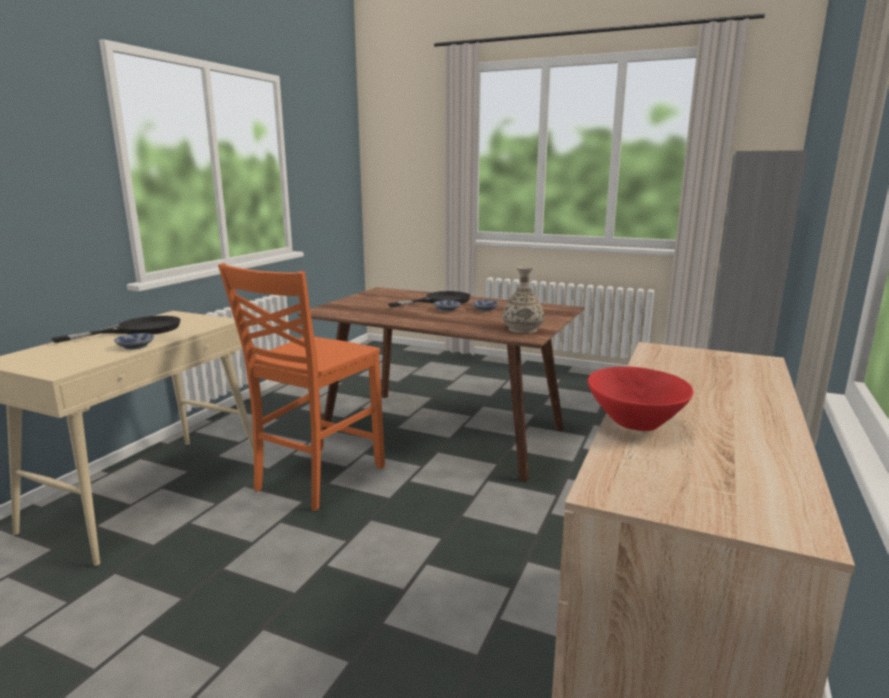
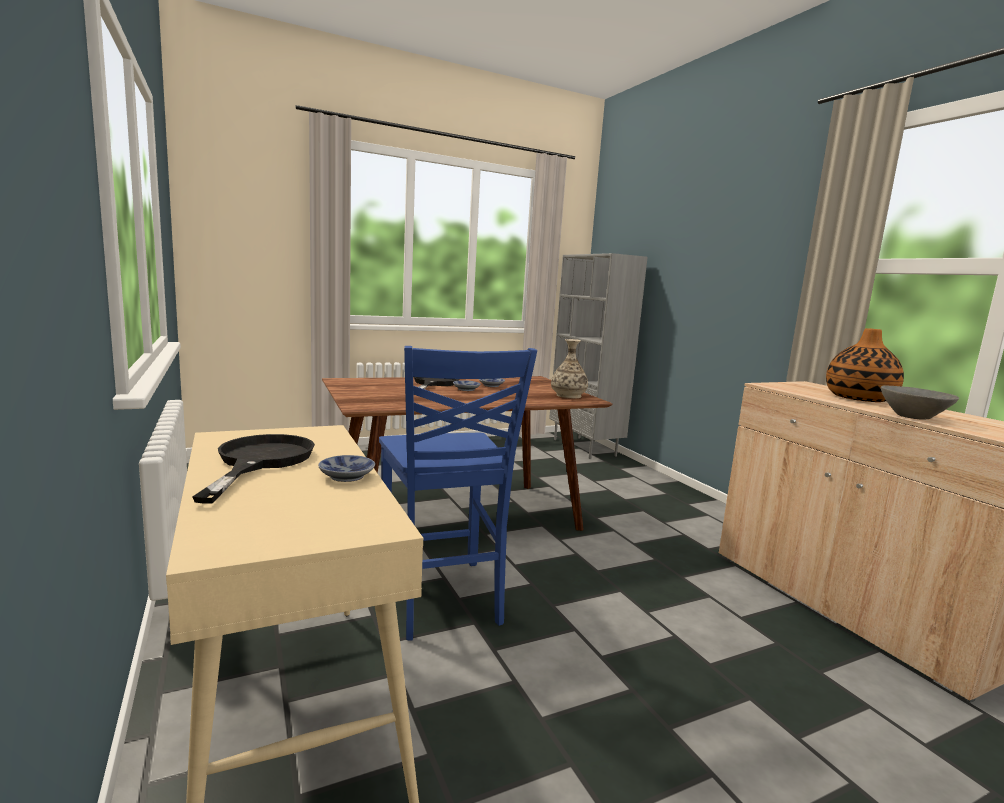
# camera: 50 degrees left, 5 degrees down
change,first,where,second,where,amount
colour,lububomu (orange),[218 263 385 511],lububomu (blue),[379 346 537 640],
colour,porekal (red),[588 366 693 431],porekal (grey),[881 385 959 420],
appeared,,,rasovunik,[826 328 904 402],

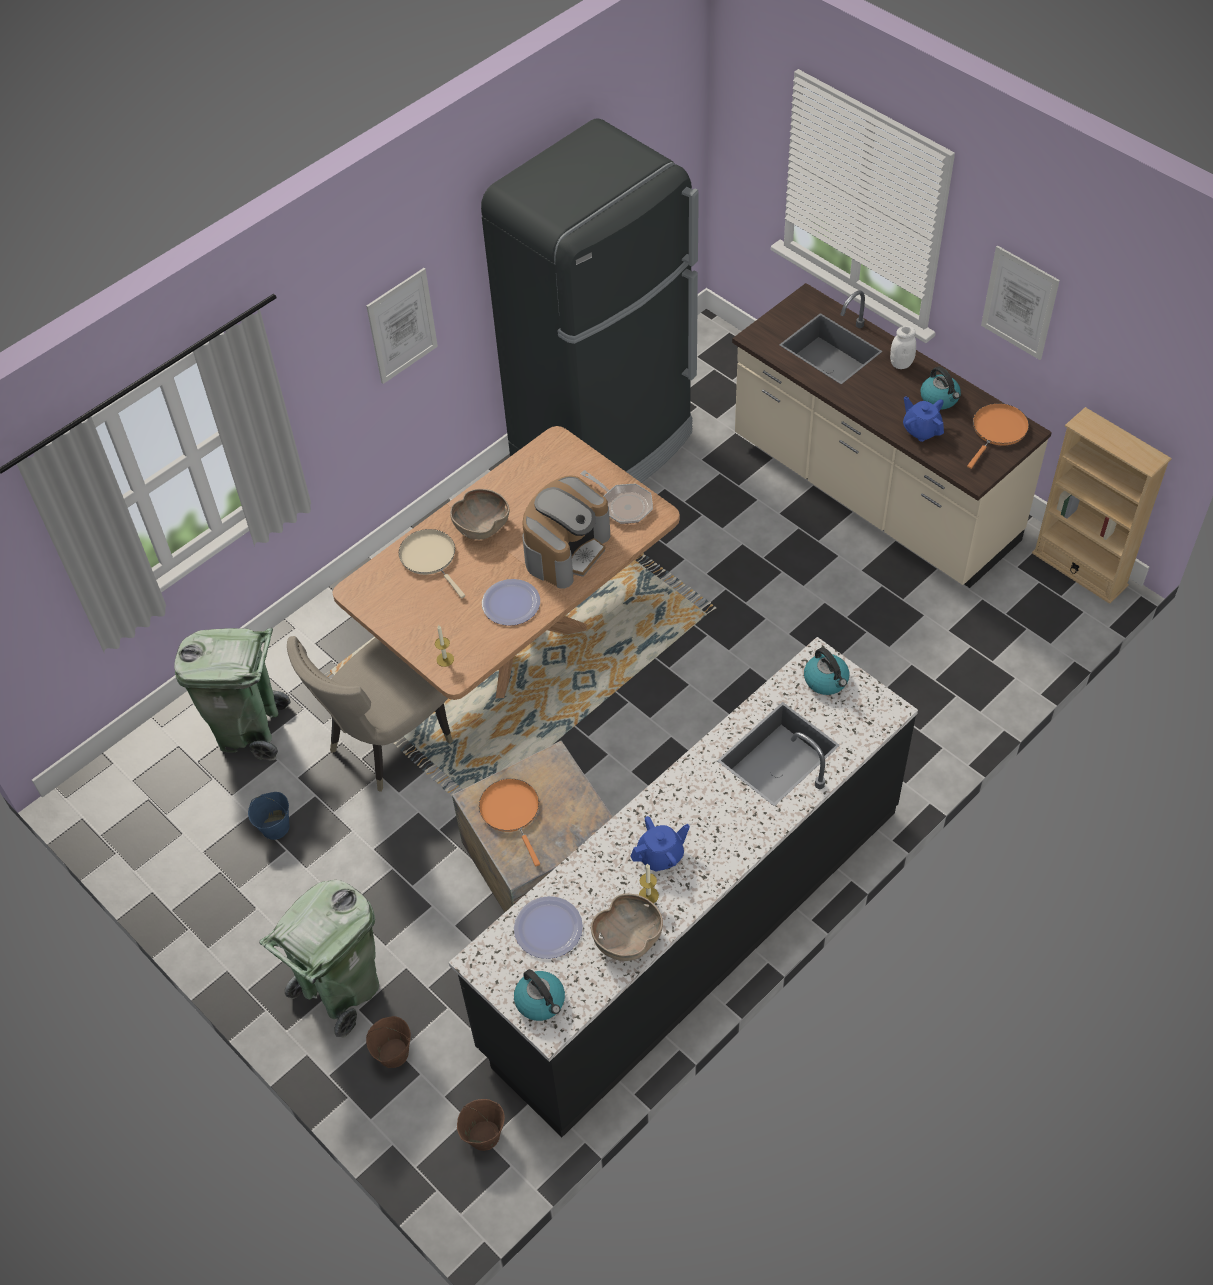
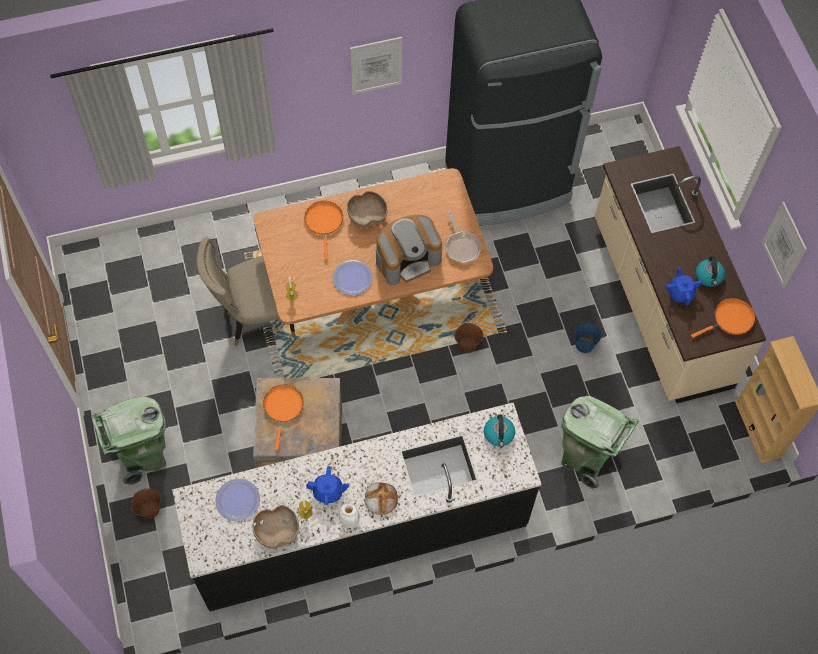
# camera: 25 degrees right, 10 degrees up
change,first,where,second,where,amount
relocated,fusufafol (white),[890 326 916 369],,[339 504 360 528],
colour,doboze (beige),[399 529 465 598],doboze (orange),[304 201 343 260],
relocated,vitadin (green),[174 628 291 761],,[561 396 639 489],
relocated,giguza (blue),[248 792 290 840],,[574 323 601 353],
missing,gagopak,[514 969 565 1021],,,
relocated,giguza (brown),[457 1099 505 1151],,[454 323 483 353],
appeared,,,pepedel,[365 482 398 515],

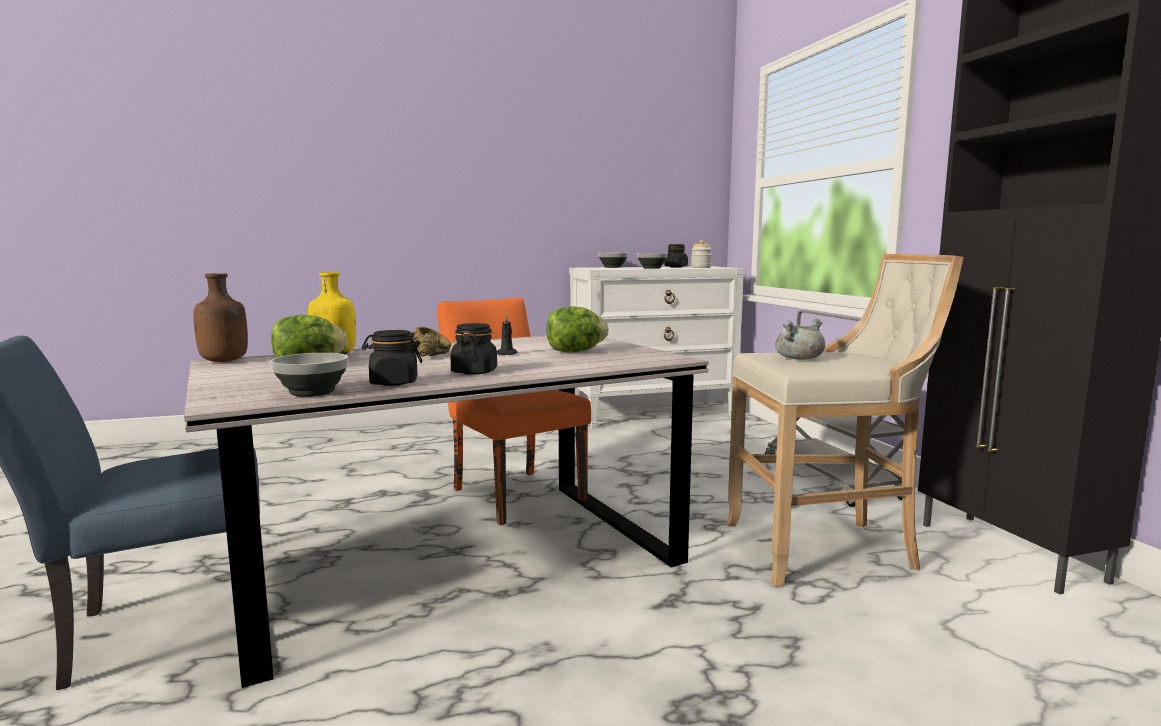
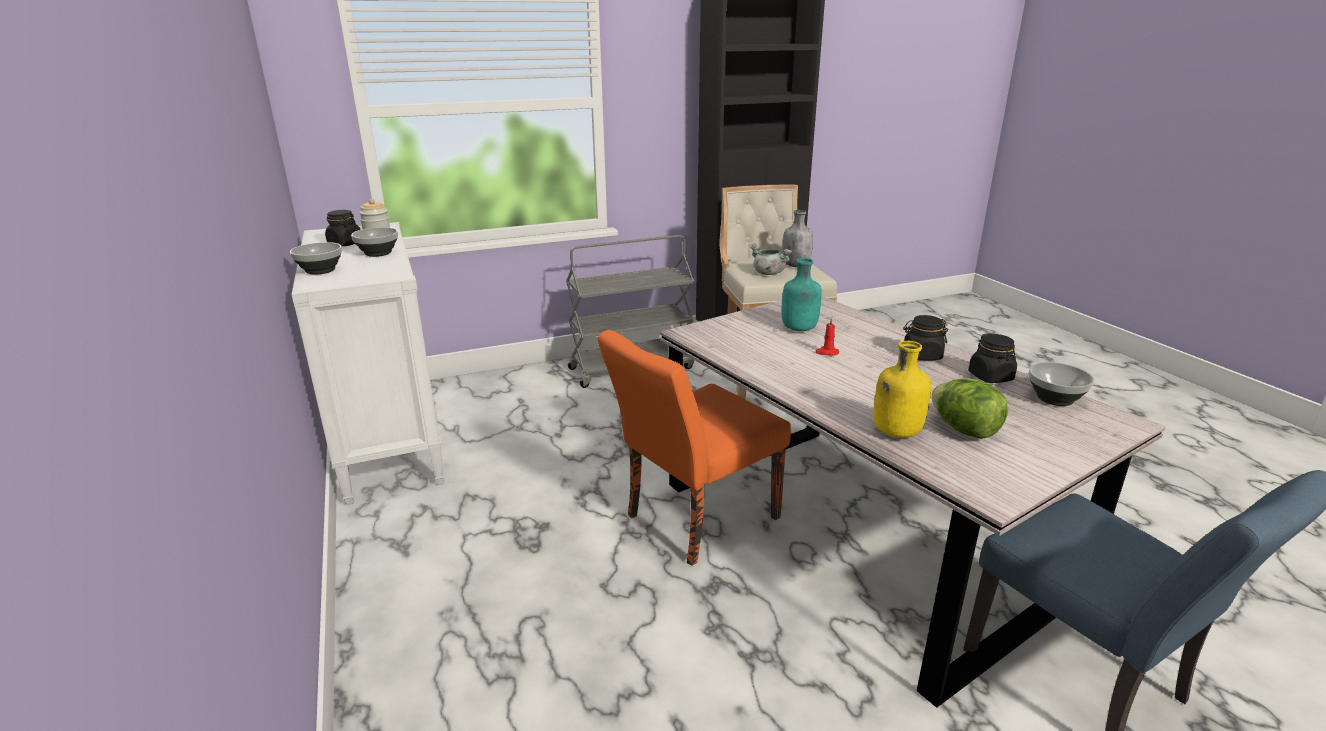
# camera: 95 degrees left, 15 degrees up
change,first,where,second,where,amount
missing,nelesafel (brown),[193 273 248 362],,,
exchanged,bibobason,[546 306 609 352],nelesafel (turquoise),[782 258 822 331],
colour,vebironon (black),[497 314 517 355],vebironon (red),[815 317 839 356],
missing,porekal (brown),[413 327 452 357],,,
appeared,,,nelesafel (grey),[782 210 813 267],

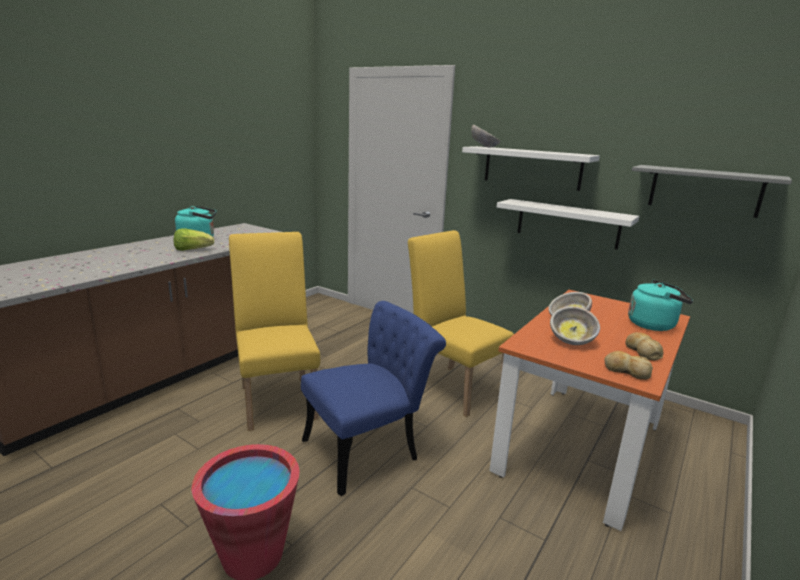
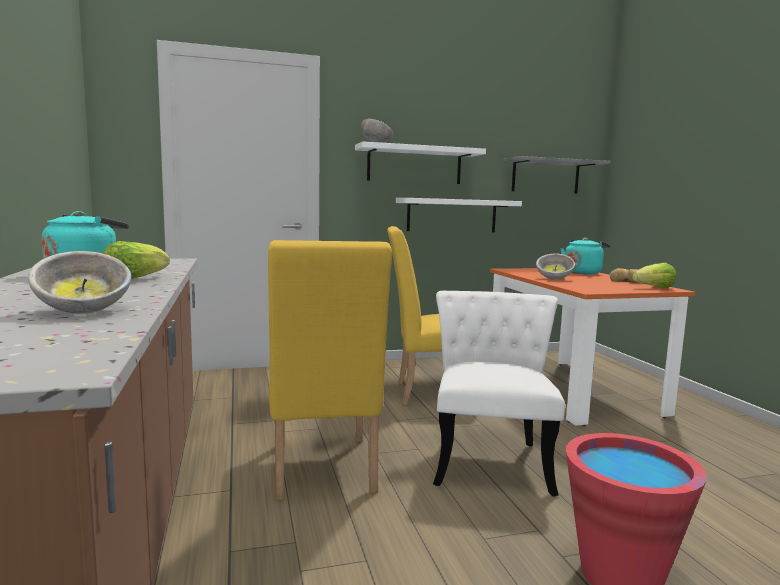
# camera: 50 degrees left, 10 degrees down
change,first,where,second,where,amount
spun,lububomu (yellow),[229 232 320 431],,[268 240 392 500],120 degrees counterclockwise
colour,lububomu (blue),[301 301 446 496],lububomu (white),[433 291 565 496],
relocated,porekal,[550 306 600 345],,[28 251 131 314],
exchanged,pepedel,[605 351 653 380],bibobason,[632 263 676 288],

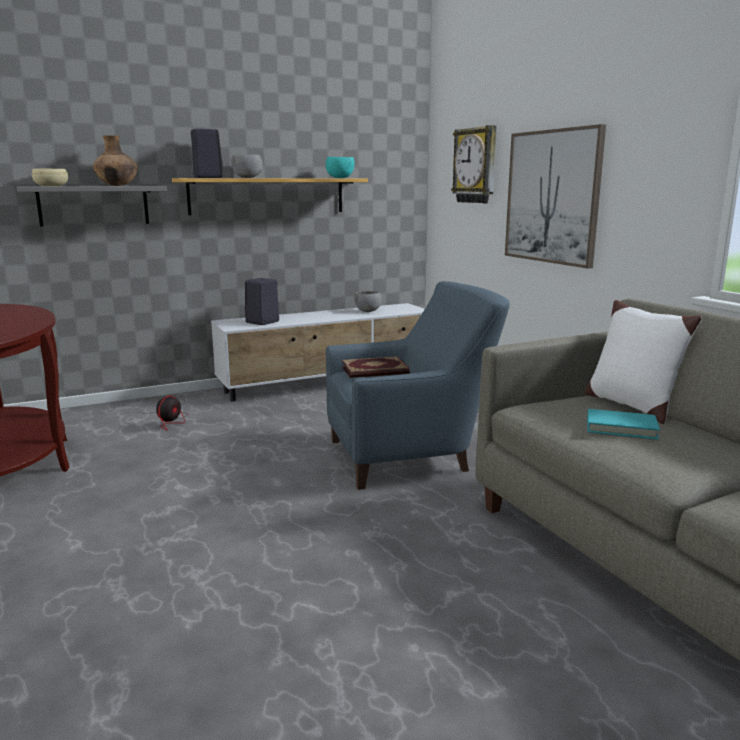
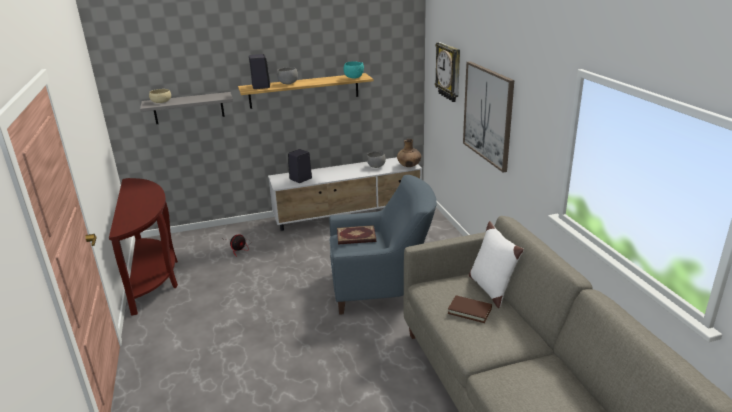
# camera: 10 degrees right, 10 degrees up
change,first,where,second,where,amount
relocated,rasovunik (brown),[93 135 138 186],,[397 139 421 167],
colour,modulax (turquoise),[587 409 660 440],modulax (brown),[448 295 492 323],

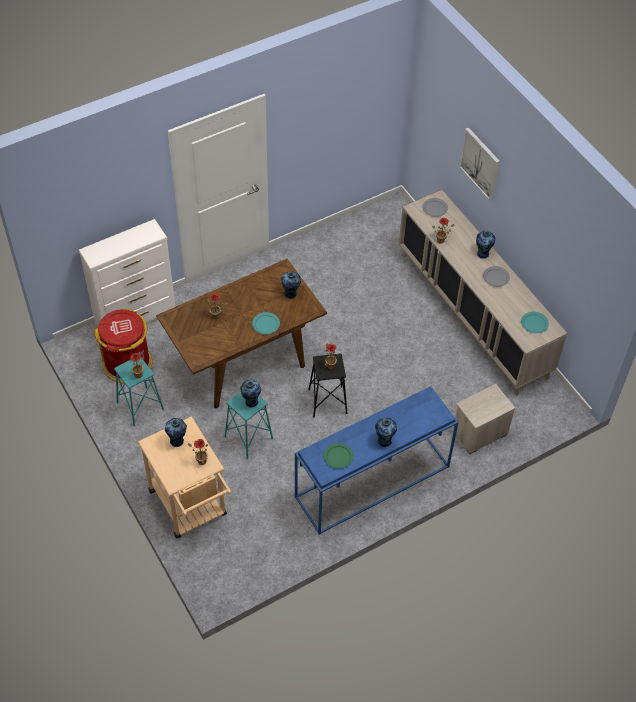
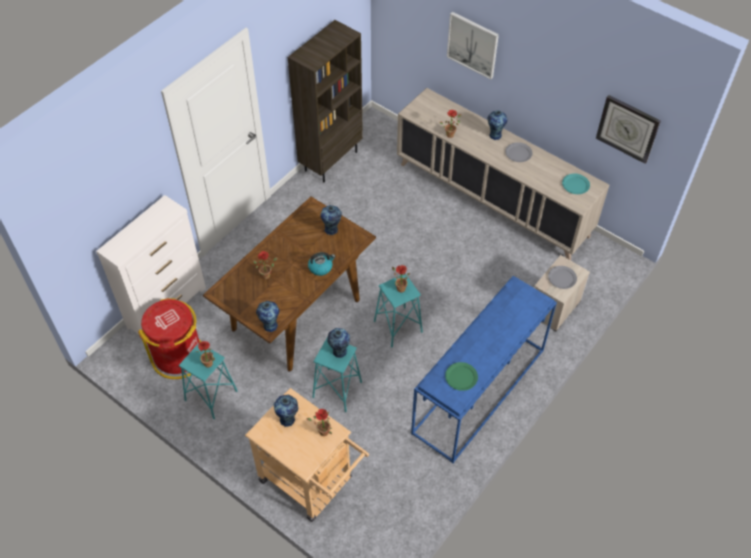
# camera: 20 degrees left, 0 degrees up
change,first,where,second,where,amount
relocated,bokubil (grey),[423 198 448 217],,[548 266 577 289],
exchanged,bokubil (turquoise),[252 312 280 334],gagopak,[308 252 335 276],
colour,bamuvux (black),[308 353 347 418],bamuvux (turquoise),[374 273 423 347],
relocated,rasovunik,[375 418 397 447],,[256 301 279 332],
appeared,,,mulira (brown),[288 20 363 182],
appeared,,,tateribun,[596 95 661 164],

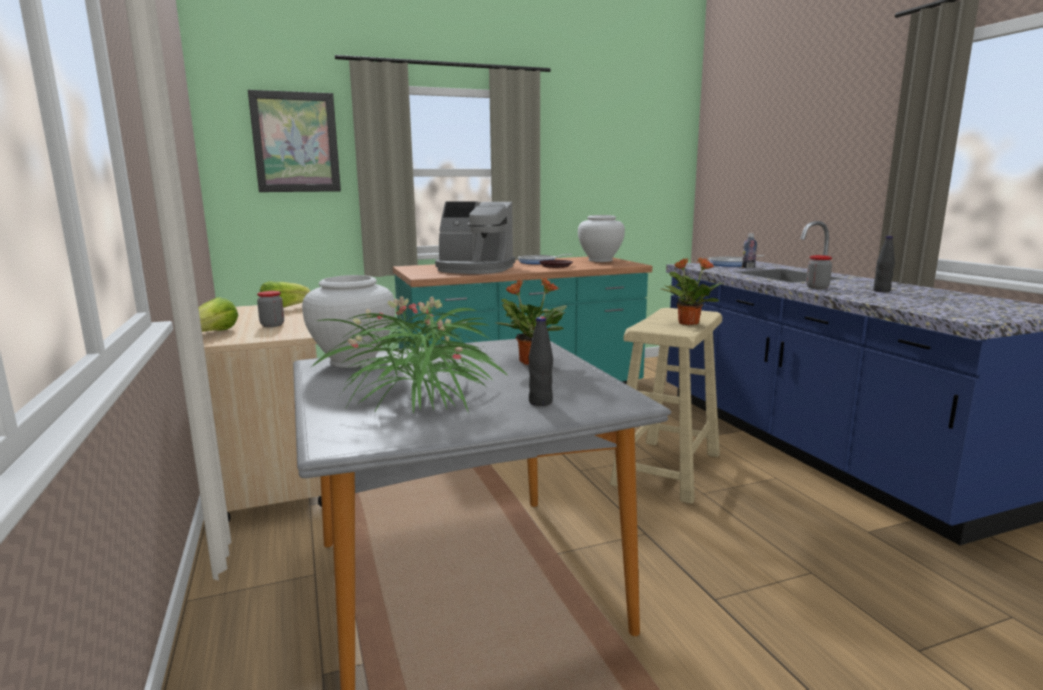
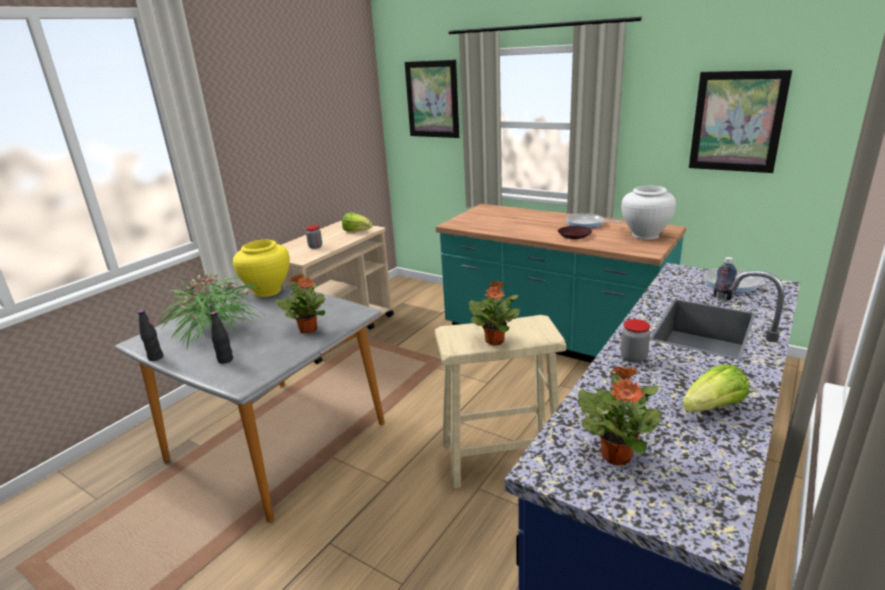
# camera: 55 degrees right, 10 degrees up
change,first,where,second,where,amount
missing,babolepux,[435 201 515 274],,,
relocated,nelesafel (black),[873 236 895 292],,[138 310 163 361],
colour,rasovunik (white),[302 275 395 368],rasovunik (yellow),[233 240 290 297],
relocated,bibobason,[199 297 238 332],,[682 365 749 413],
appeared,,,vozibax,[689 70 792 173],
appeared,,,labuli,[578 366 662 465],

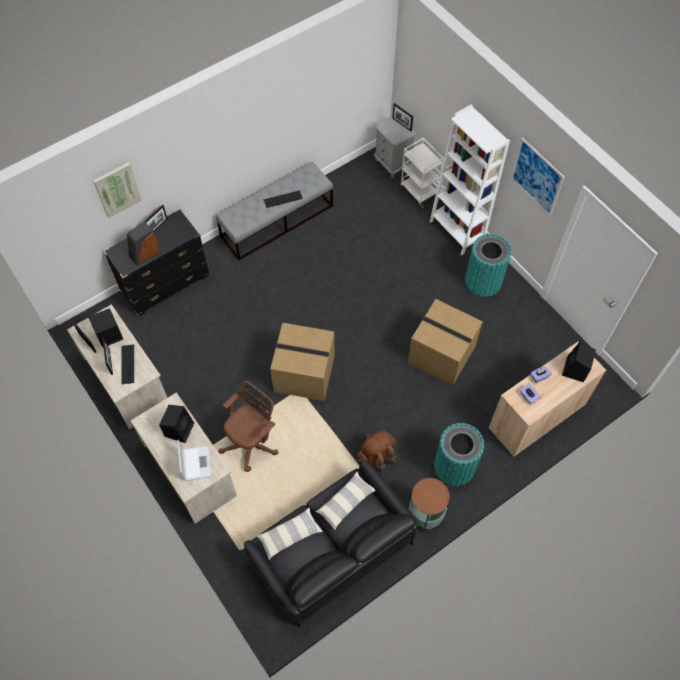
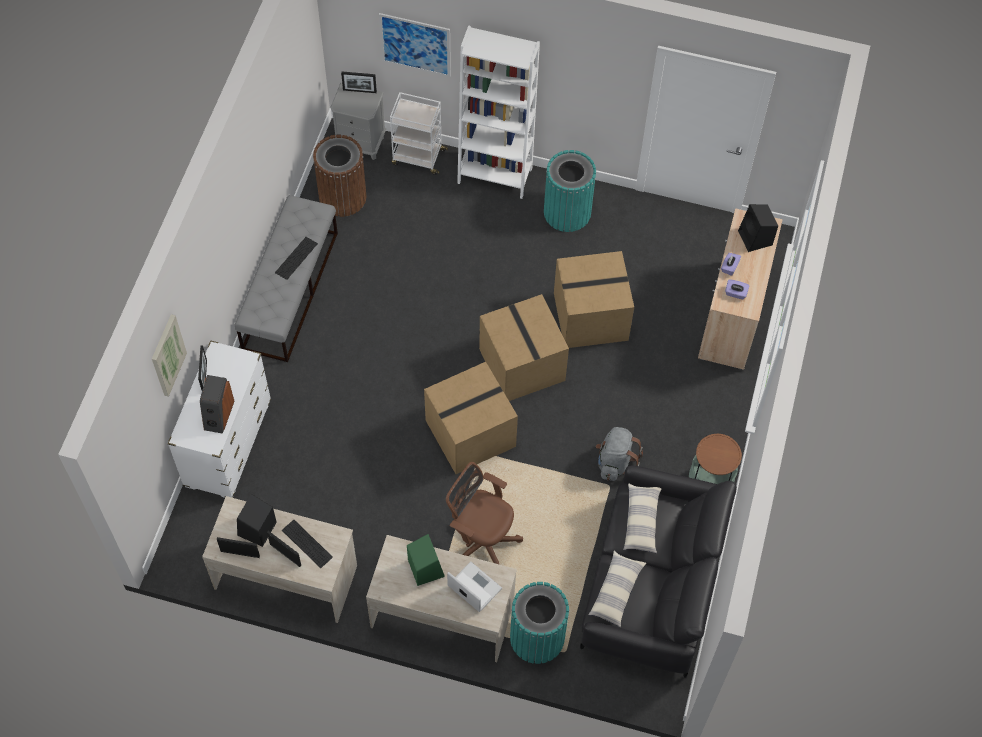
# camera: 40 degrees left, 0 degrees up
change,first,where,second,where,amount
relocated,vozibax,[511 138 565 216],,[379 13 451 77],
colour,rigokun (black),[104 209 210 316],rigokun (white),[168 340 271 498],
spun,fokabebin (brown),[218 381 278 472],,[446 462 523 565],60 degrees counterclockwise
colour,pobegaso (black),[159 405 194 443],pobegaso (green),[407 534 445 586],
relocated,vitadin (turquoise),[434 423 484 486],,[510 582 569 664],
colour,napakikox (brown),[357 430 396 472],napakikox (grey),[596 427 643 481],
appeared,,,vitadin (brown),[313 135 366 217],
appeared,,,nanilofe,[479 294 569 401],

